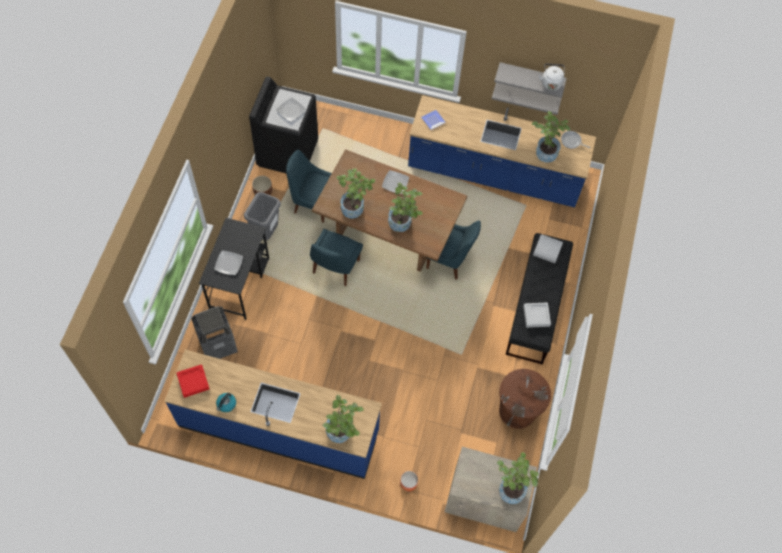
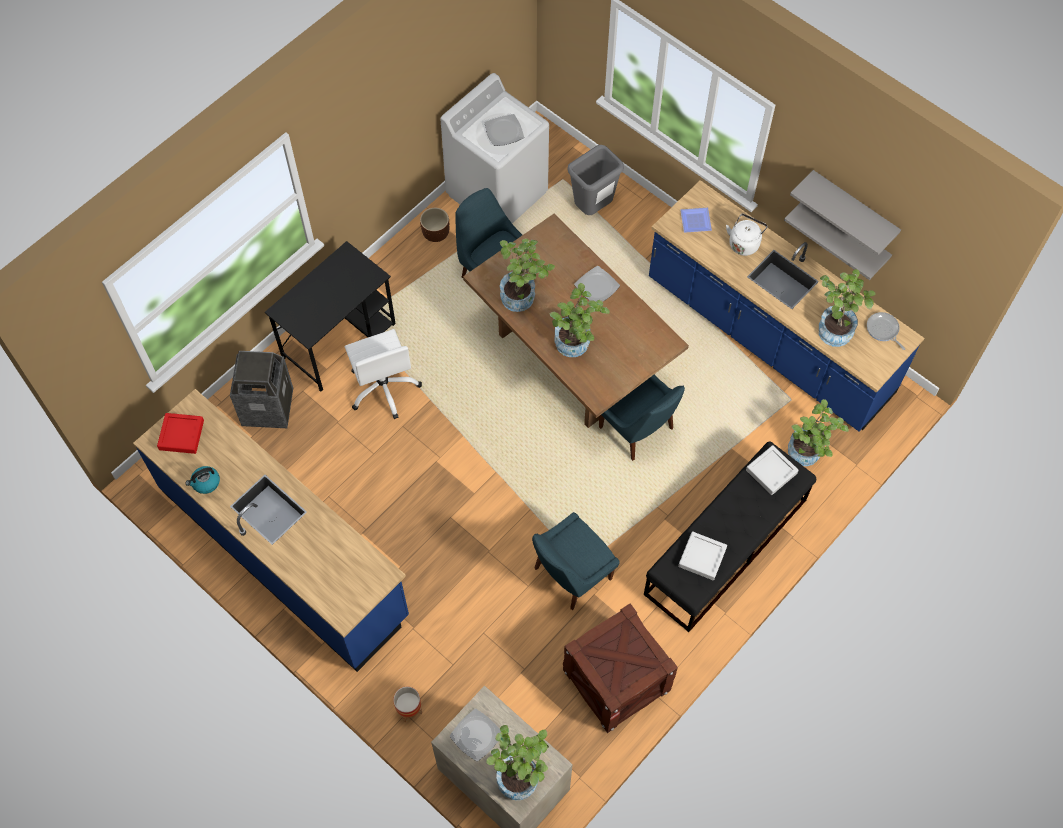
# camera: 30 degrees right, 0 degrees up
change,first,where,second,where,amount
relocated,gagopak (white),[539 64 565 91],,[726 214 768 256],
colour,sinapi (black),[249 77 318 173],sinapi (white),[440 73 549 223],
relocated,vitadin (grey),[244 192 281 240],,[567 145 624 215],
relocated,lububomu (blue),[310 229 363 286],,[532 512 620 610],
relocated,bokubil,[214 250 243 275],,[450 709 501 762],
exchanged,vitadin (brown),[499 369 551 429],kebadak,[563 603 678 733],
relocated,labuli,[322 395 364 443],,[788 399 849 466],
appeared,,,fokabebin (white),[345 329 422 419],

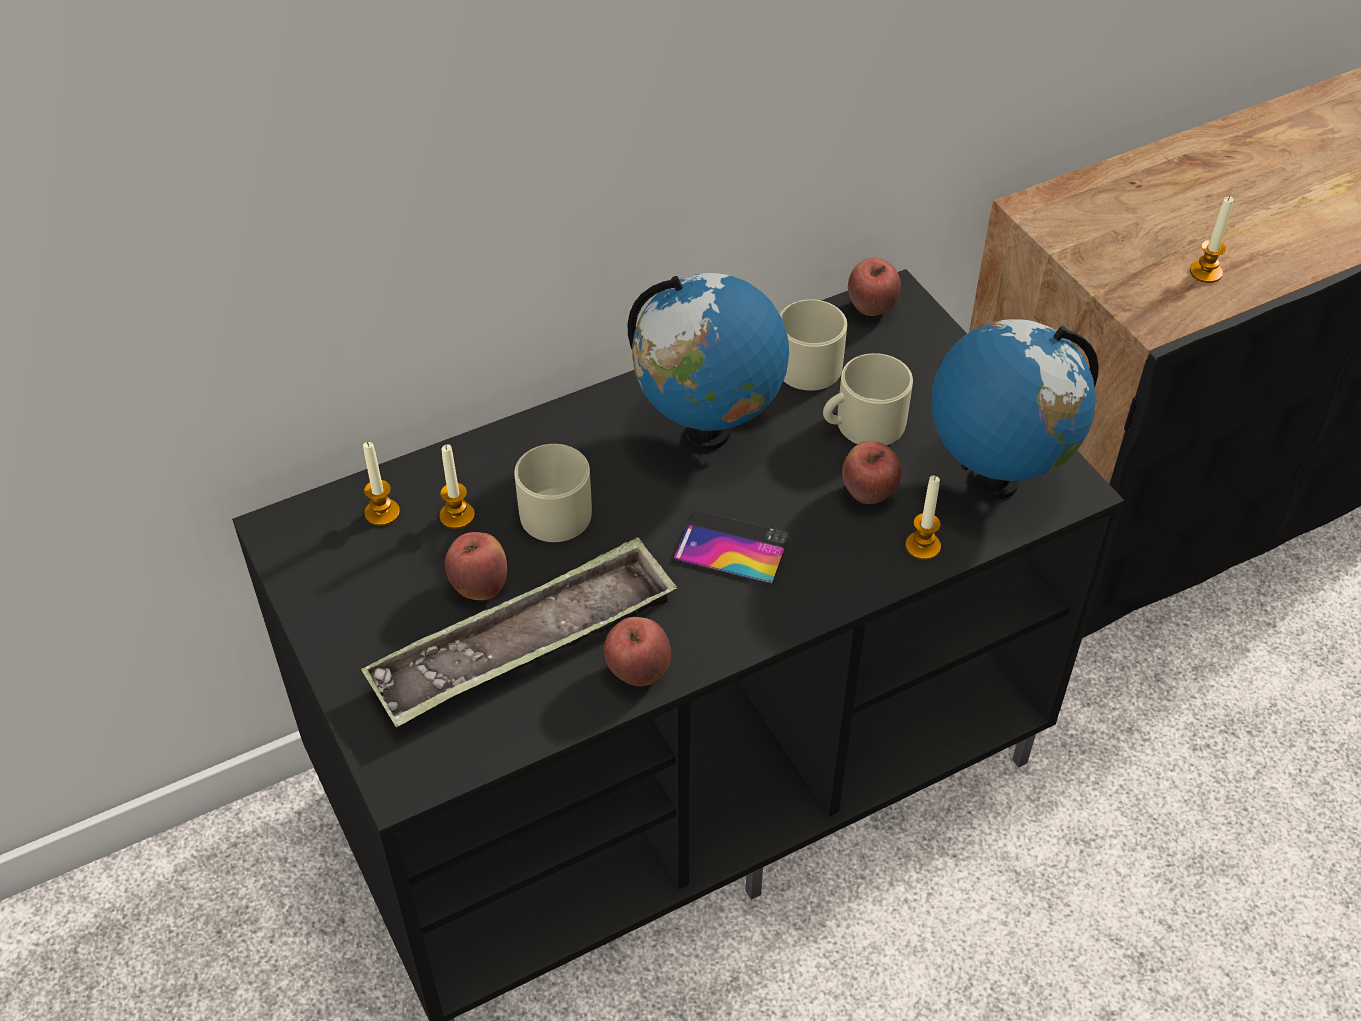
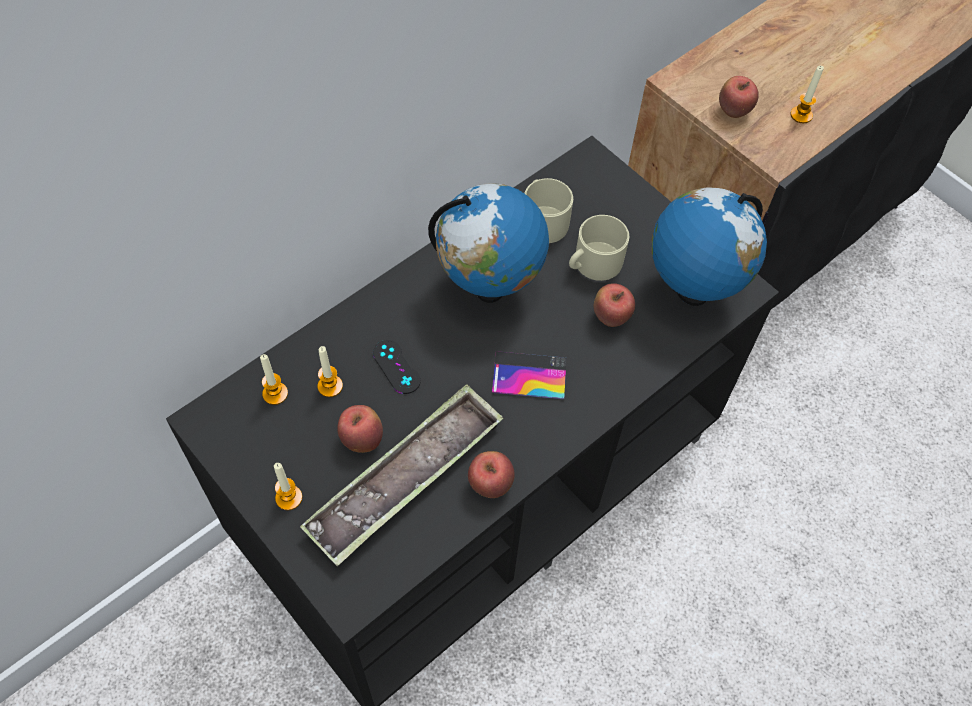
# camera: 15 degrees left, 10 degrees up
change,first,where,second,where,amount
relocated,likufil,[848 258 901 316],,[719 76 759 118],
exchanged,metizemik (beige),[514 444 592 542],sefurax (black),[373 340 421 394],
relocated,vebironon,[905 476 941 560],,[274 463 303 510],

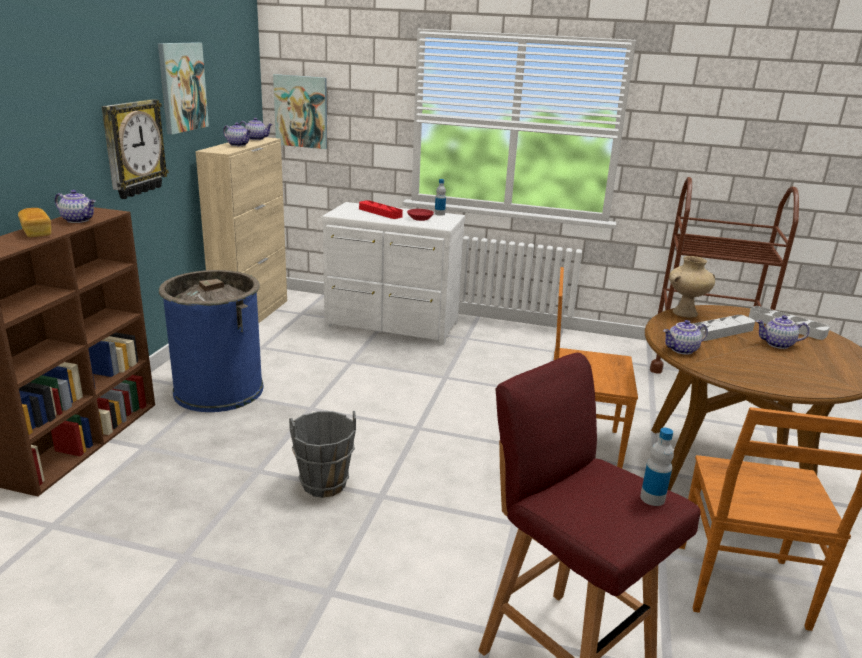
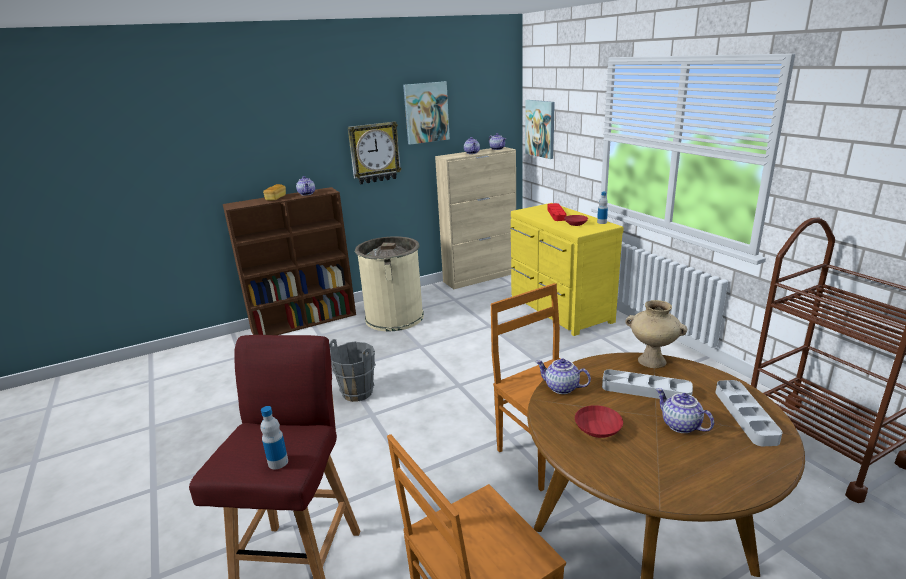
# camera: 50 degrees right, 0 degrees up
change,first,where,second,where,amount
colour,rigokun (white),[322 202 465 345],rigokun (yellow),[510 203 624 336],
colour,vitadin (blue),[159 270 264 412],vitadin (beige),[355 236 424 331],
appeared,,,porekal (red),[575 405 623 438],

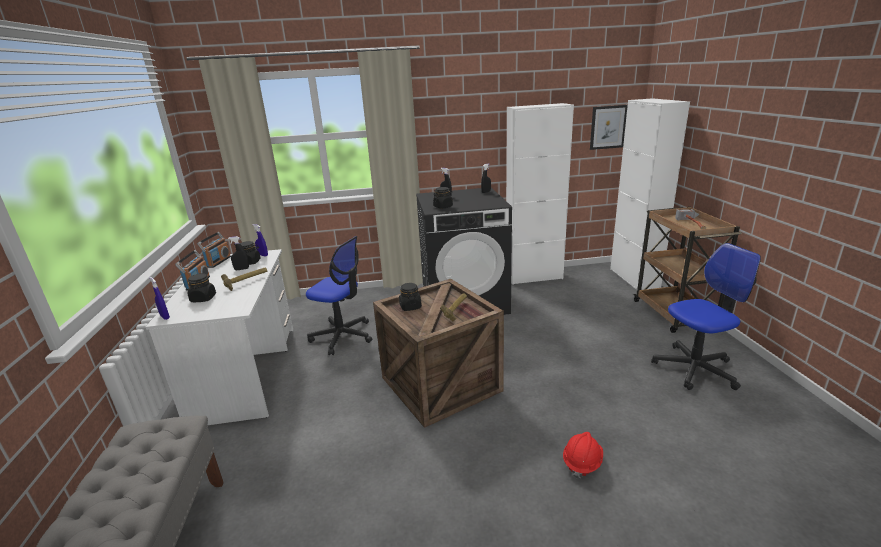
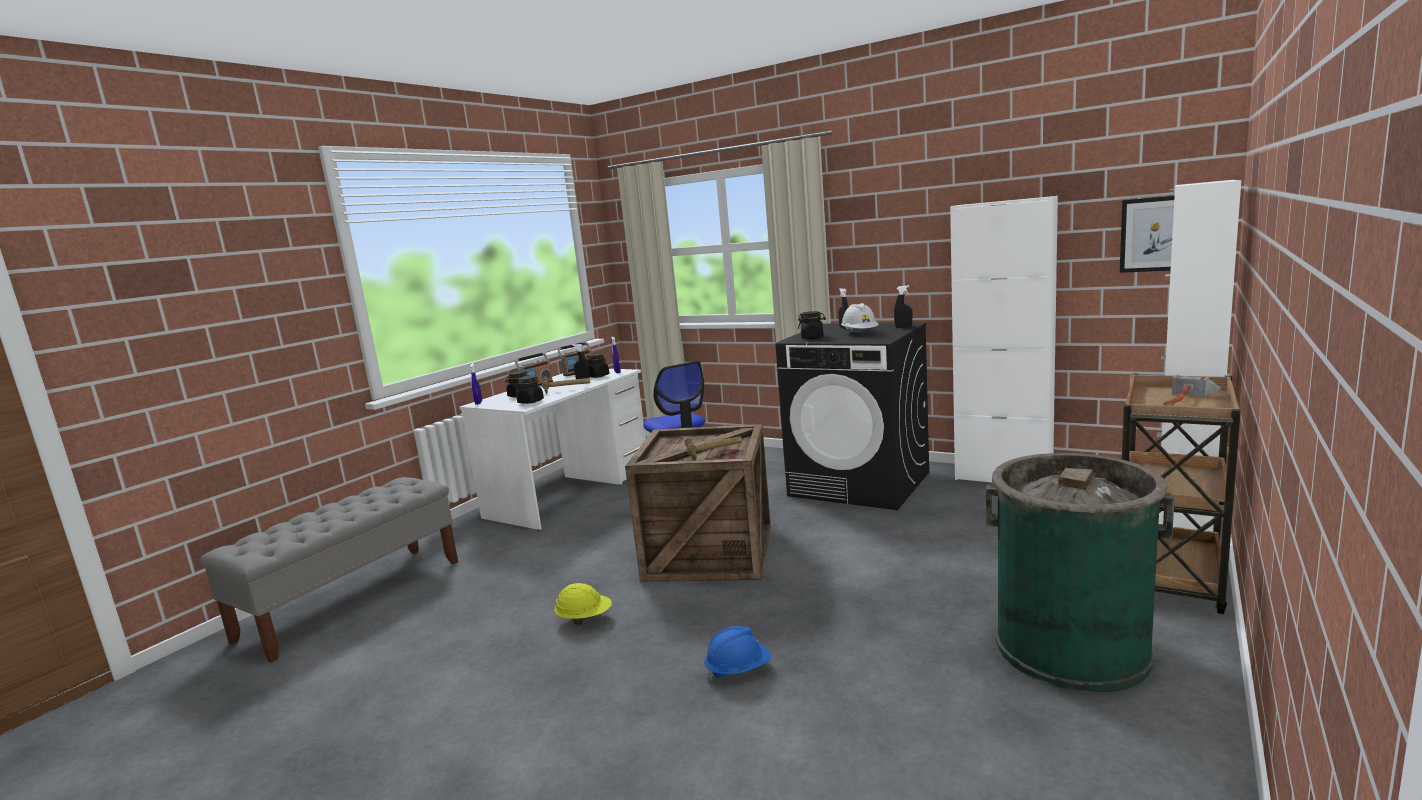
# camera: 40 degrees right, 10 degrees down
change,first,where,second,where,amount
exchanged,fokabebin,[651 243 761 390],vitadin (green),[986 453 1174 693],
relocated,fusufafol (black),[399 283 422 311],,[516 376 544 404],
colour,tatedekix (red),[563 432 603 479],tatedekix (blue),[704 626 771 679],
appeared,,,tatedekix (white),[841 303 879 331],
appeared,,,tatedekix (yellow),[554 583 612 625],

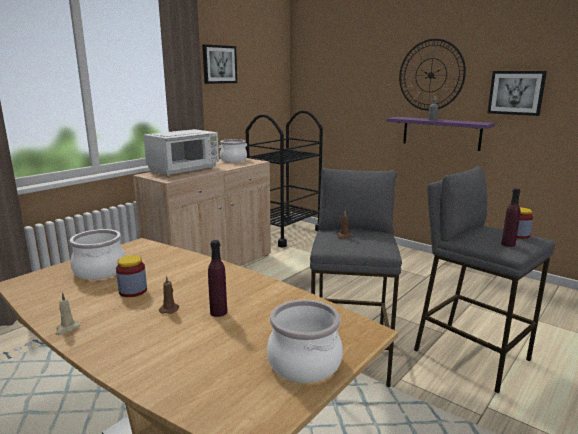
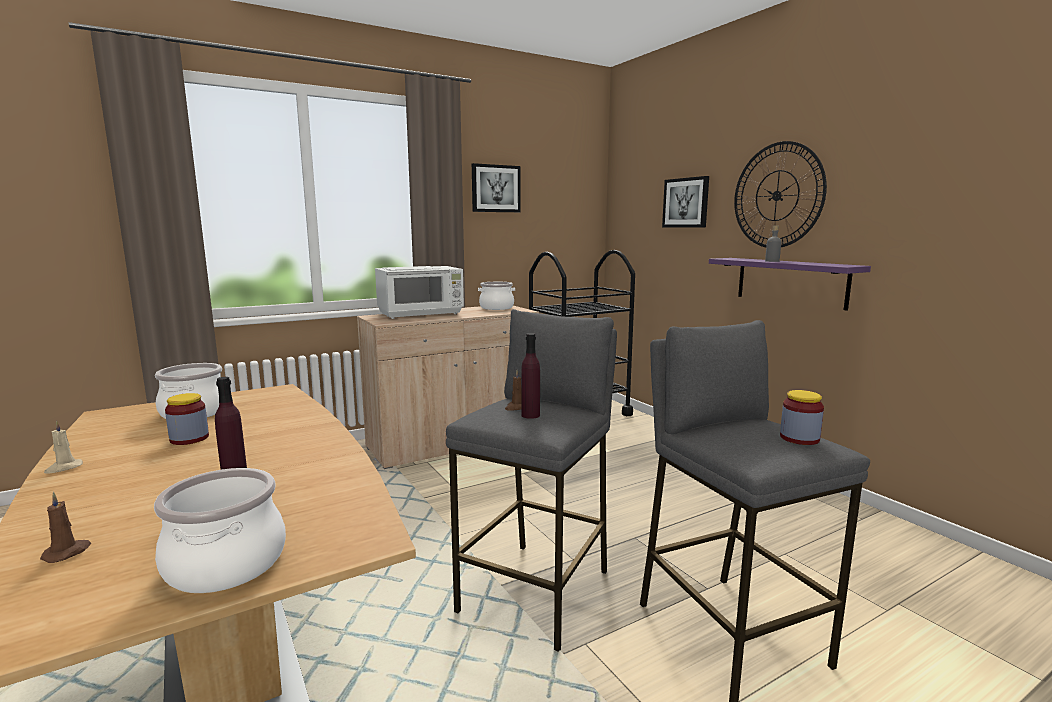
# camera: 20 degrees right, 5 degrees down
change,first,where,second,where,amount
relocated,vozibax,[488 71 547 116],,[662 176 709 228],
relocated,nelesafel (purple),[501 188 520 247],,[521 333 540 419],
relocated,vebironon (brown),[159 276 179 314],,[40 492 91 563],

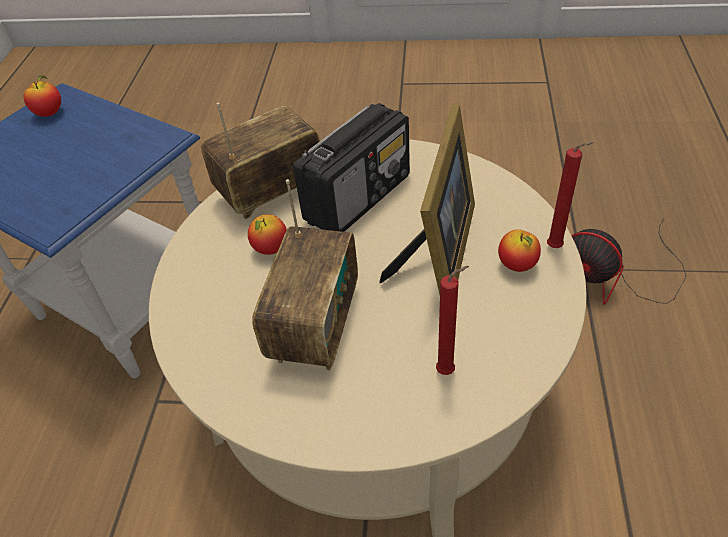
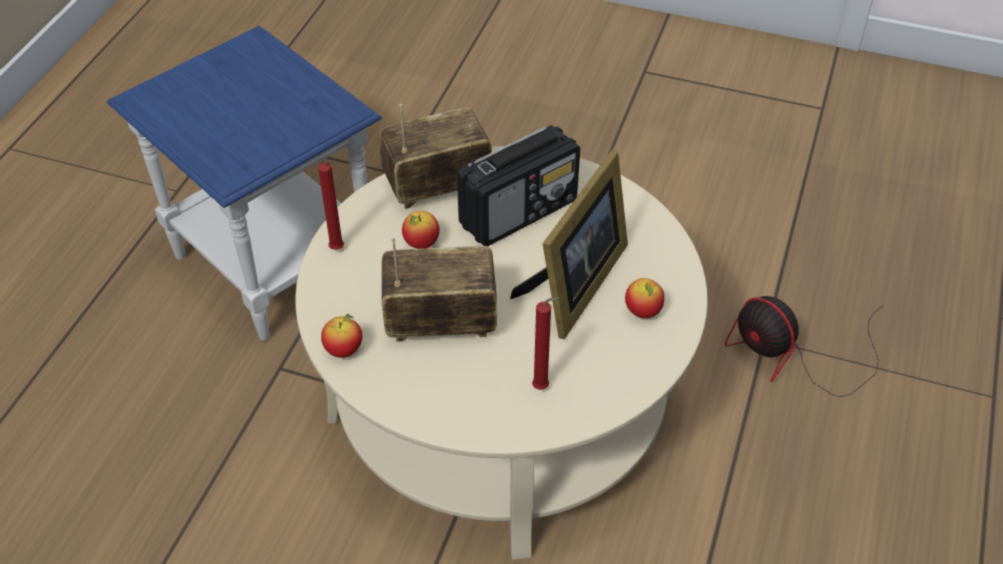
# camera: 10 degrees right, 0 degrees up
change,first,where,second,where,amount
relocated,likufil,[24 75 61 117],,[321 314 362 358],
relocated,vebironon (red),[547 142 594 248],,[318 160 344 250],
spun,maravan,[252 179 358 370],,[382 237 497 342],120 degrees counterclockwise

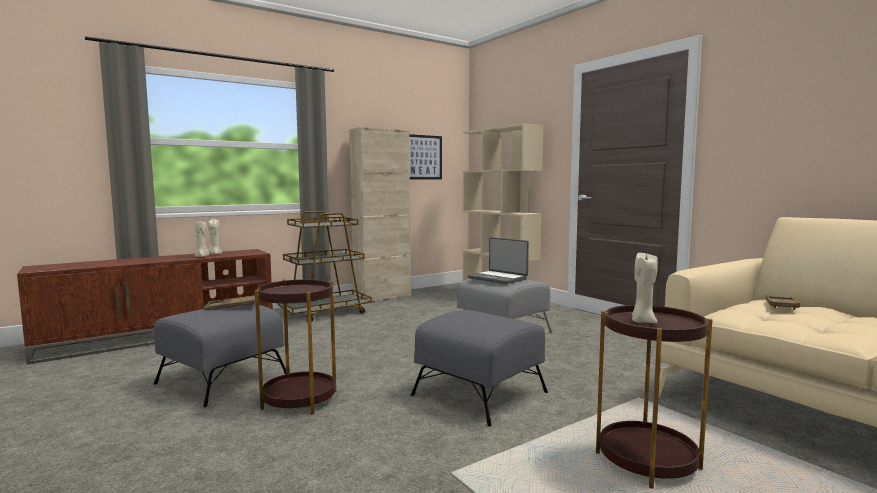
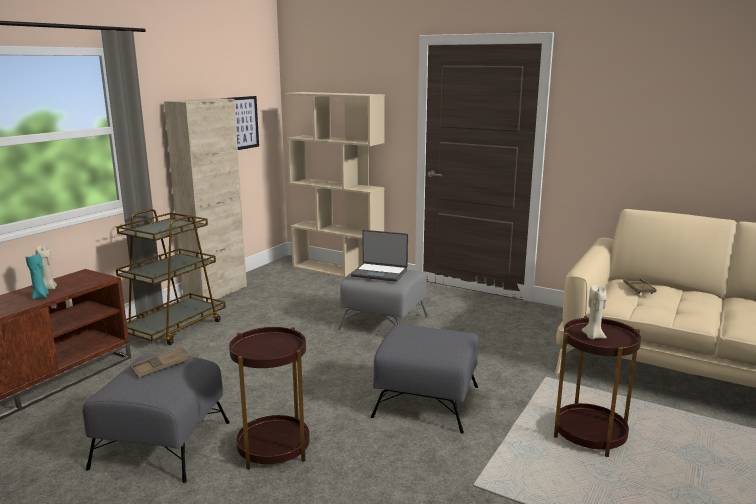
# camera: 25 degrees left, 10 degrees up
change,first,where,second,where,amount
colour,vebironon (beige),[194 221 209 257],vebironon (turquoise),[26 254 49 299],

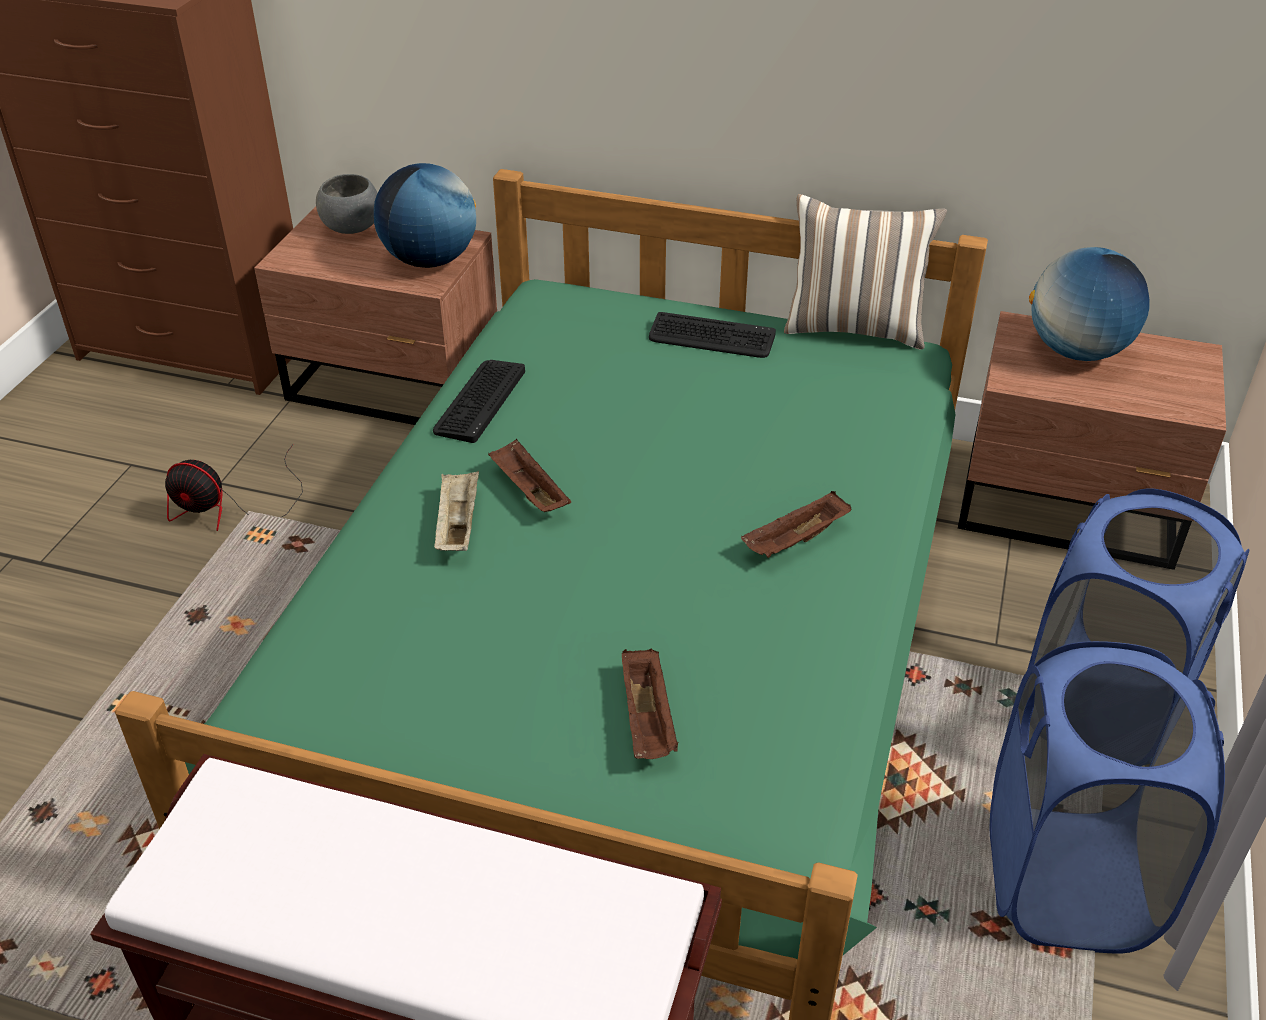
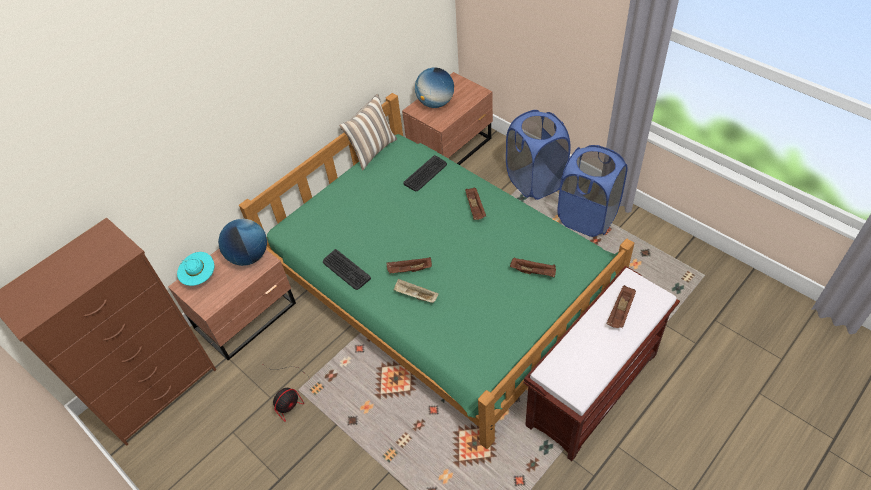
# camera: 60 degrees left, 10 degrees up
change,first,where,second,where,amount
exchanged,porekal (grey),[316 174 378 234],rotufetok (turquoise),[177 252 214 286],
relocated,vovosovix,[649 312 776 358],,[403 155 447 191],
appeared,,,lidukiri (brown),[607 285 636 328],

